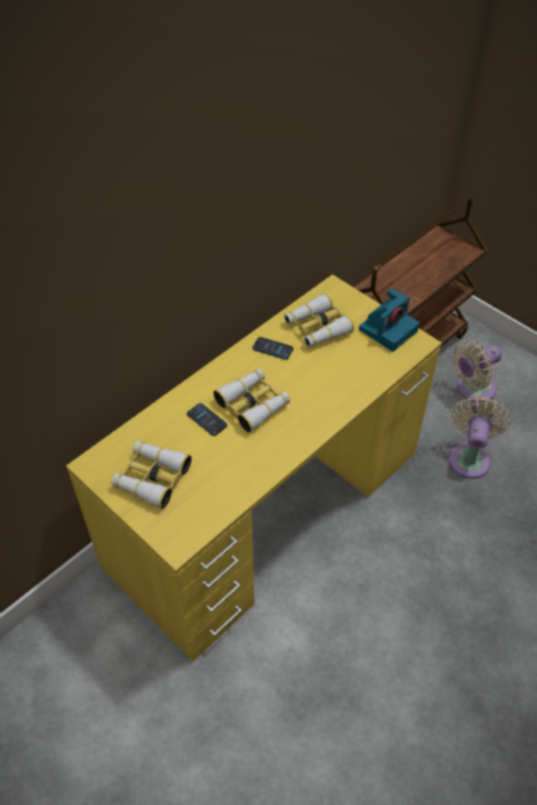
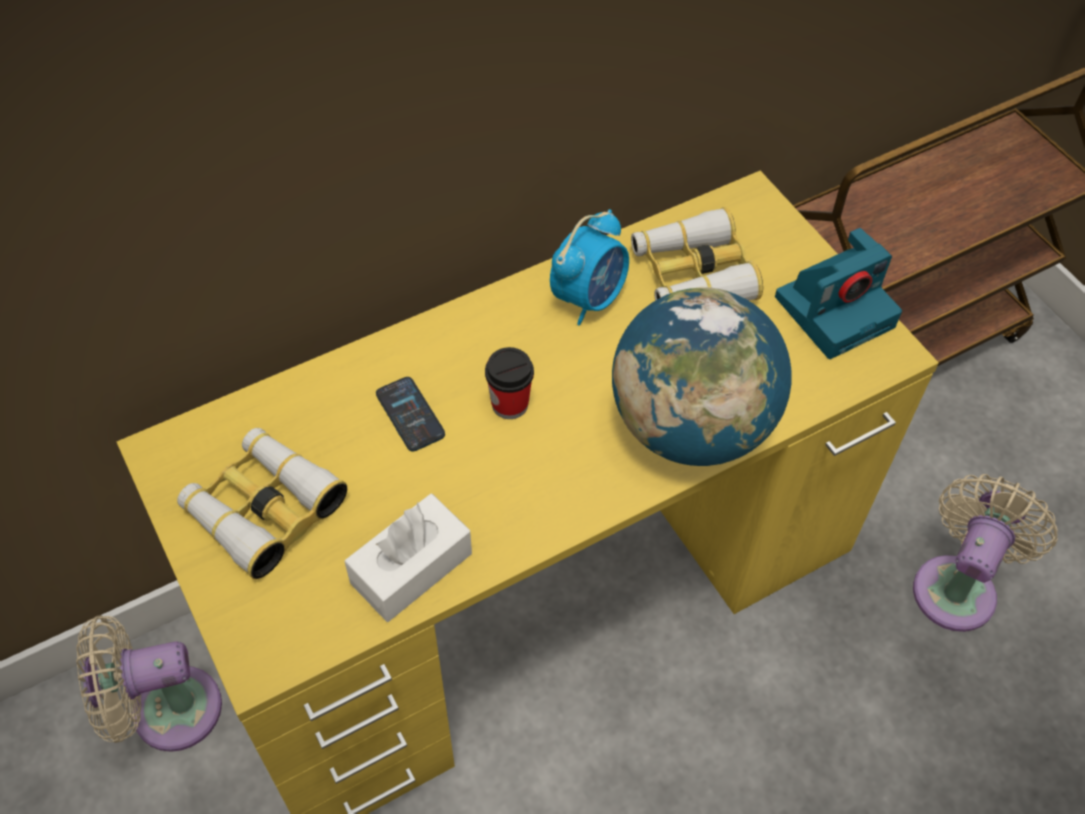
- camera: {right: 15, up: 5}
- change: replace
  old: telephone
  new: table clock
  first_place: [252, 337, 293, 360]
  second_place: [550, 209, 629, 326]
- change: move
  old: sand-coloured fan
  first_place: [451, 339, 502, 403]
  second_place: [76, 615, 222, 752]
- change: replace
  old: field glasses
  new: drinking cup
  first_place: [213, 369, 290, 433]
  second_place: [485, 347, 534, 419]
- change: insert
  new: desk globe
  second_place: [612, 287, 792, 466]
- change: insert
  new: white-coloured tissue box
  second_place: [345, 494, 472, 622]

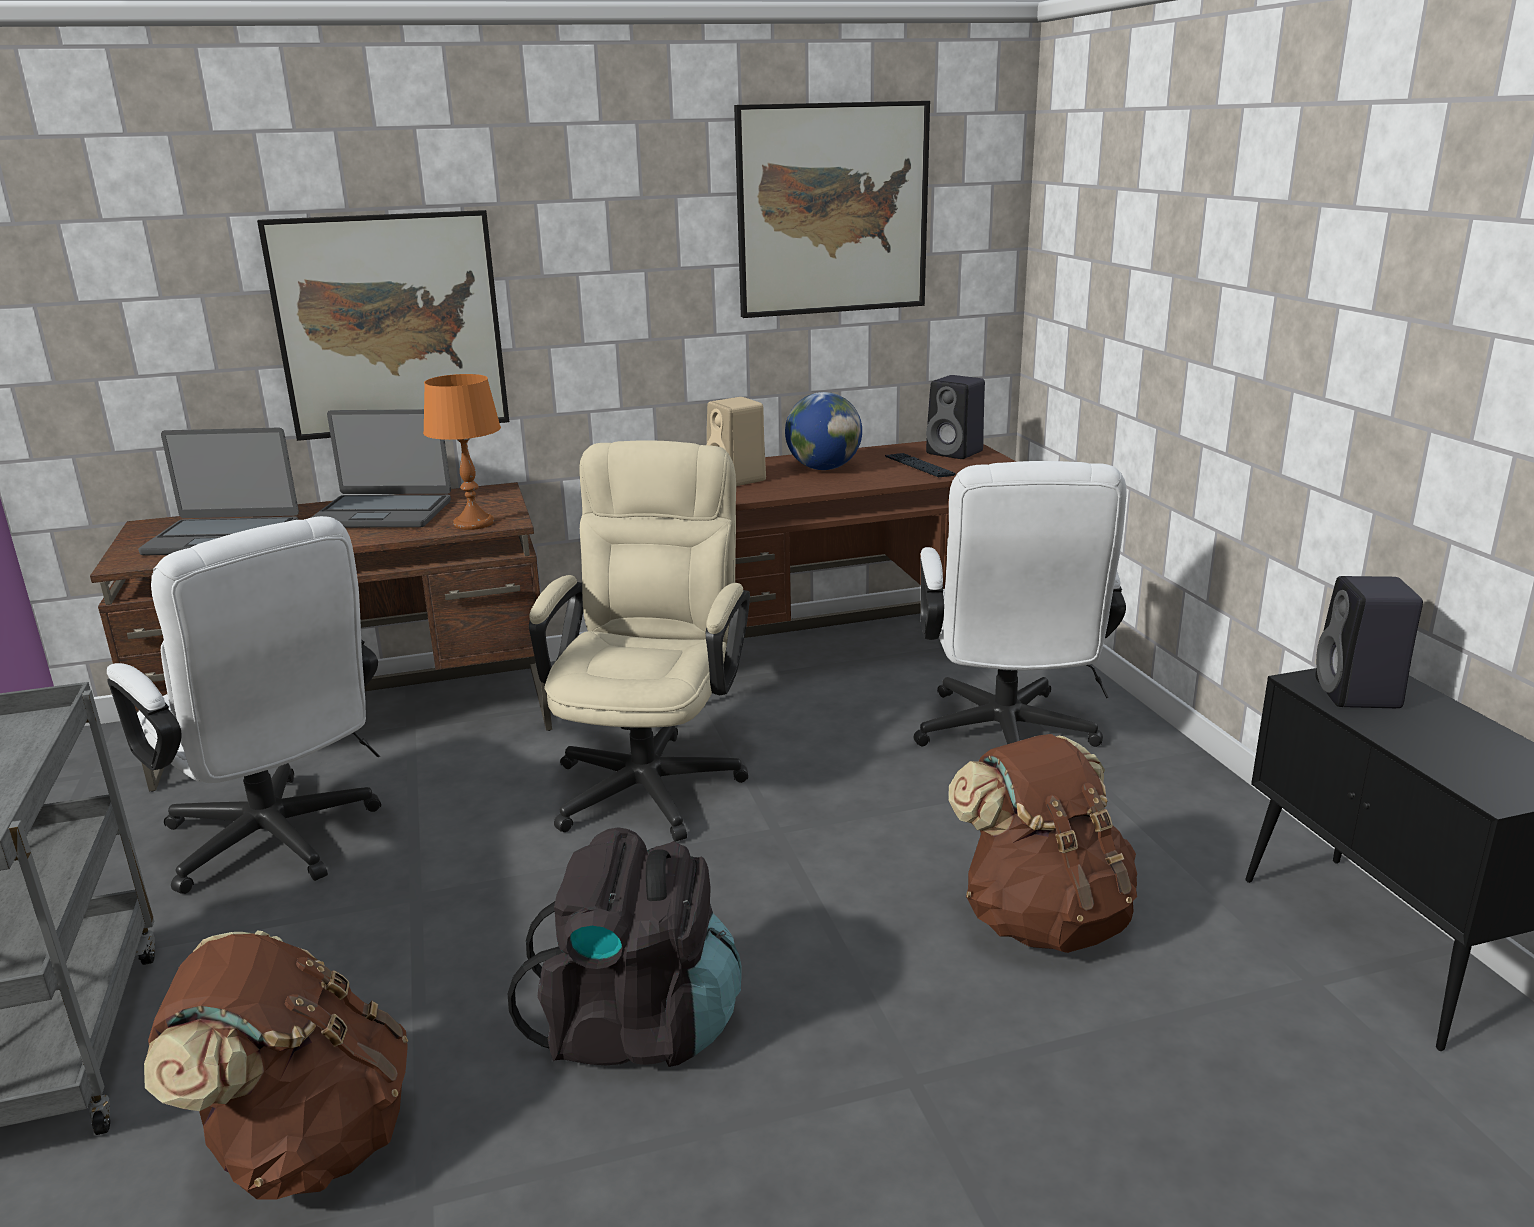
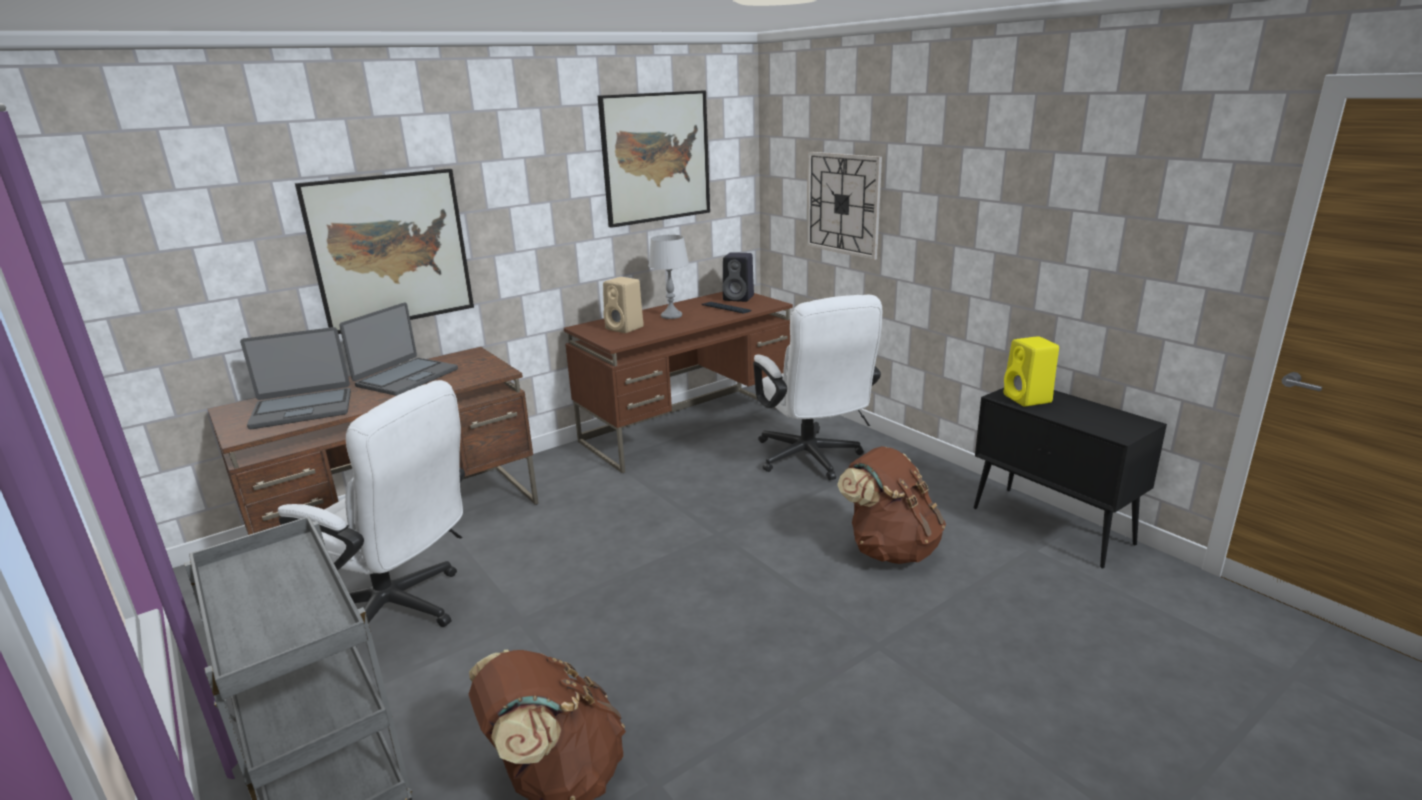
- camera: {right: -20, up: 0}
- change: delete
  old: orangey lamp for a table
  first_place: [423, 374, 501, 530]
- change: replace
  old: desk globe
  new: gray lamp for a table
  first_place: [785, 392, 862, 470]
  second_place: [648, 235, 689, 319]
- change: rotate
  old: laptop
  first_place: [311, 409, 451, 528]
  second_place: [339, 302, 458, 396]
  degrees: -45
- change: delete
  old: sand-coloured office chair
  first_place: [529, 440, 750, 842]
- change: recolor
  old: black-coloured audio speaker
  new: yellowish audio speaker
  first_place: [1315, 576, 1423, 708]
  second_place: [1004, 336, 1059, 407]
- change: delete
  old: black-coloured rucksack
  first_place: [508, 827, 742, 1067]
- change: insert
  new: clock on the wall
  second_place: [806, 152, 882, 260]

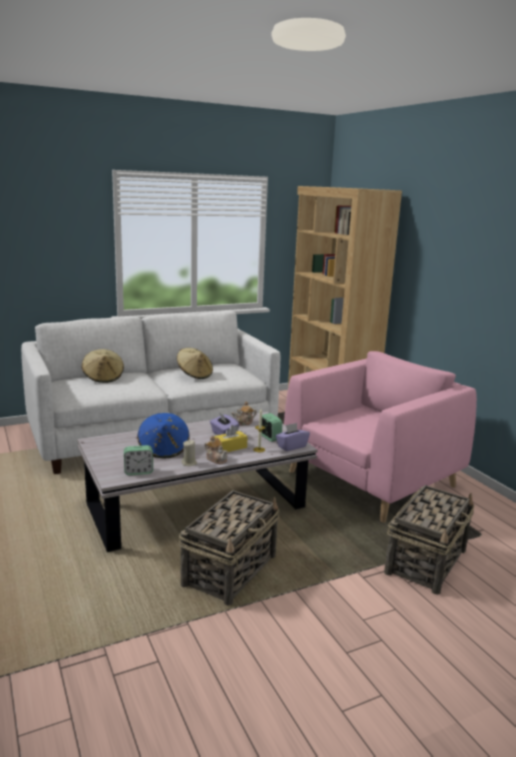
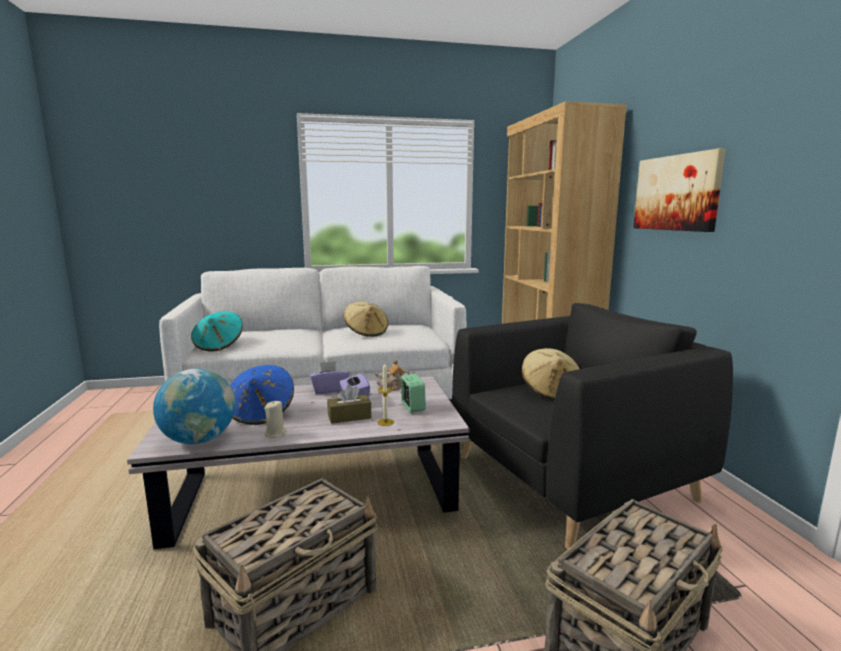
- camera: {right: 15, up: -5}
- change: move
  old: sand-coloured wearable hat
  first_place: [81, 349, 124, 383]
  second_place: [522, 348, 580, 400]
- change: recolor
  old: pinkish lounge chair
  new: black-coloured lounge chair
  first_place: [284, 351, 477, 523]
  second_place: [452, 303, 733, 549]
- change: move
  old: purple tissue box
  first_place: [275, 423, 310, 451]
  second_place: [309, 361, 349, 394]
- change: recolor
  old: yellowish tissue box
  new: brown tissue box
  first_place: [215, 425, 248, 452]
  second_place: [327, 385, 371, 424]
- change: delete
  old: pot for tea
  first_place: [204, 436, 228, 464]
- change: replace
  old: table clock
  new: desk globe
  first_place: [124, 445, 153, 475]
  second_place: [153, 369, 235, 444]
- change: insert
  new: wall art
  second_place: [633, 148, 726, 232]
- change: insert
  new: turquoise wearable hat
  second_place: [191, 311, 243, 351]

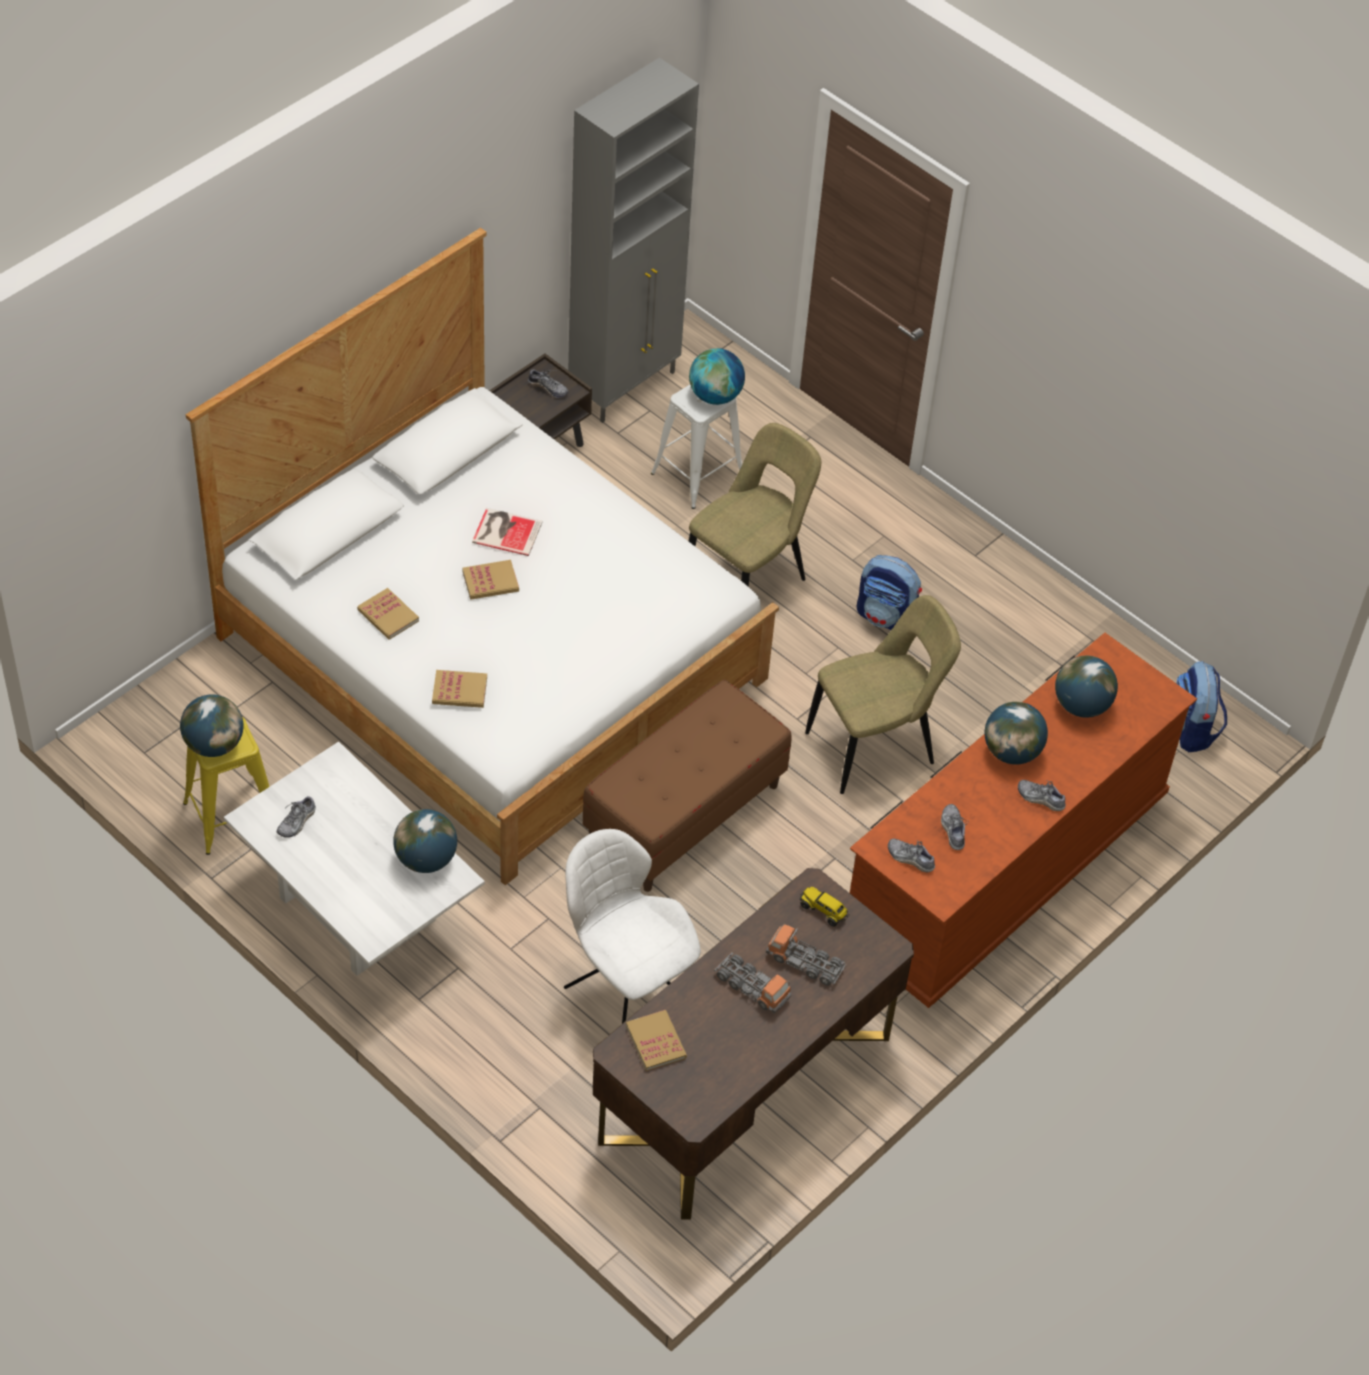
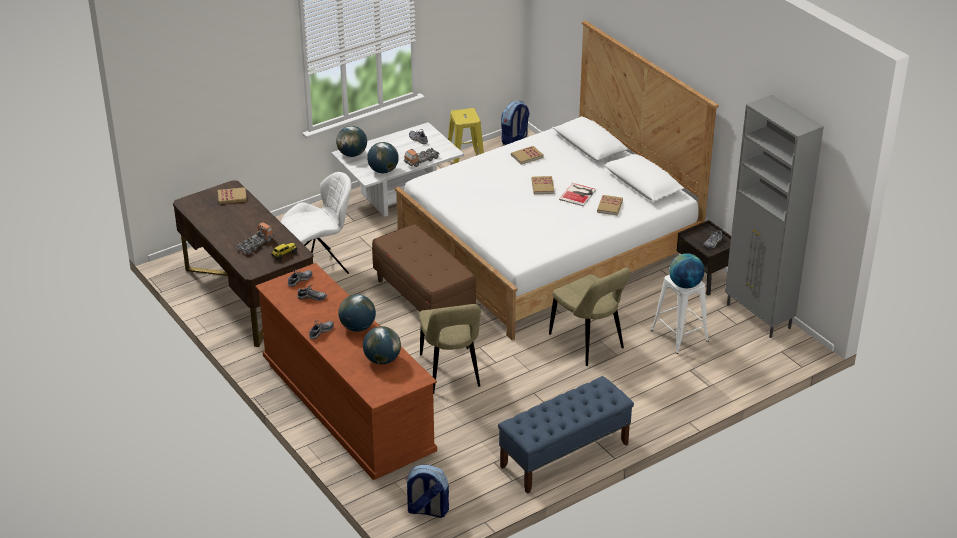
- camera: {right: 105, up: -15}
- change: move
  old: rucksack
  first_place: [856, 555, 922, 630]
  second_place: [501, 100, 529, 145]
- change: move
  old: volume
  first_place: [432, 670, 487, 708]
  second_place: [597, 195, 623, 215]
- change: move
  old: desk globe
  first_place: [180, 694, 243, 757]
  second_place: [336, 126, 367, 157]
- change: move
  old: toy lorry
  first_place: [714, 952, 791, 1014]
  second_place: [404, 148, 440, 167]
- change: insert
  new: bluish indoor bench
  second_place: [498, 376, 634, 494]

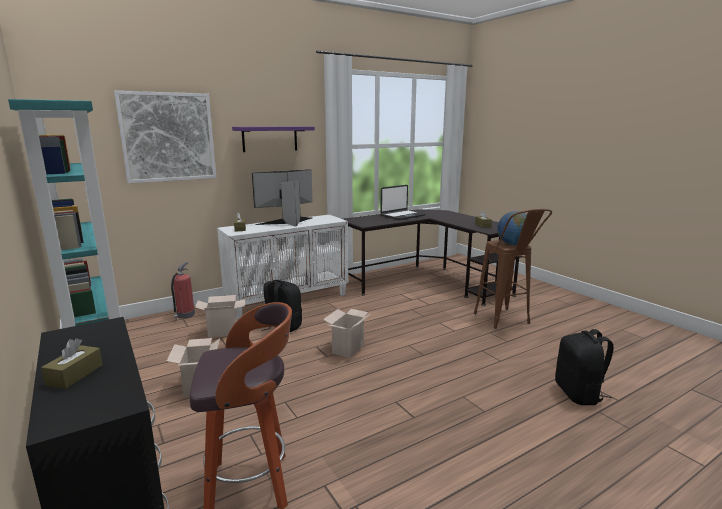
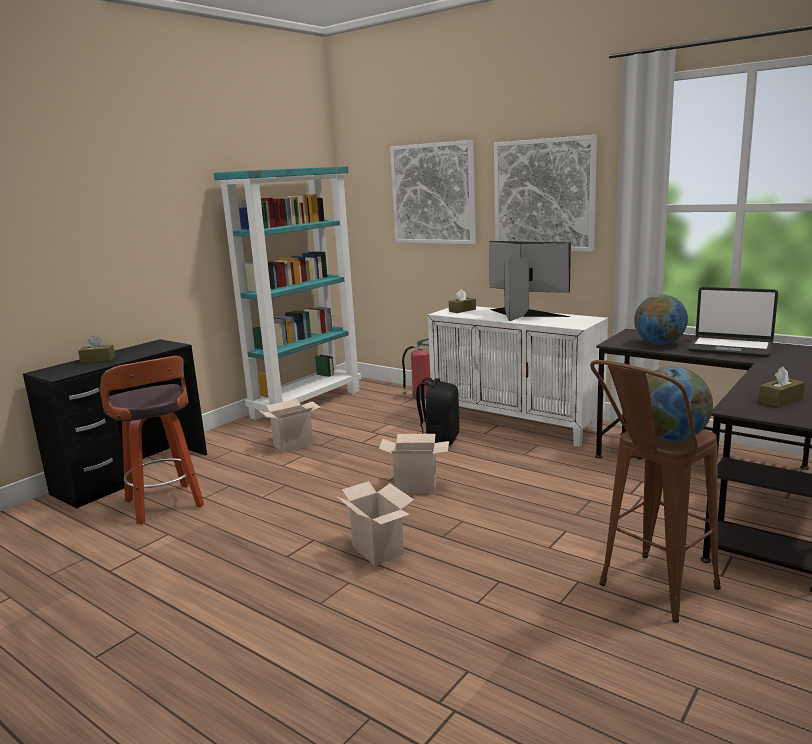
- camera: {right: 70, up: 0}
- change: replace
  old: purple bracket shelf
  new: wall art
  first_place: [232, 127, 315, 152]
  second_place: [494, 135, 597, 252]
- change: move
  old: packing box
  first_place: [195, 295, 246, 338]
  second_place: [336, 481, 414, 566]
- change: delete
  old: black-coloured rucksack
  first_place: [555, 329, 613, 405]
- change: insert
  new: desk globe
  second_place: [634, 294, 688, 345]

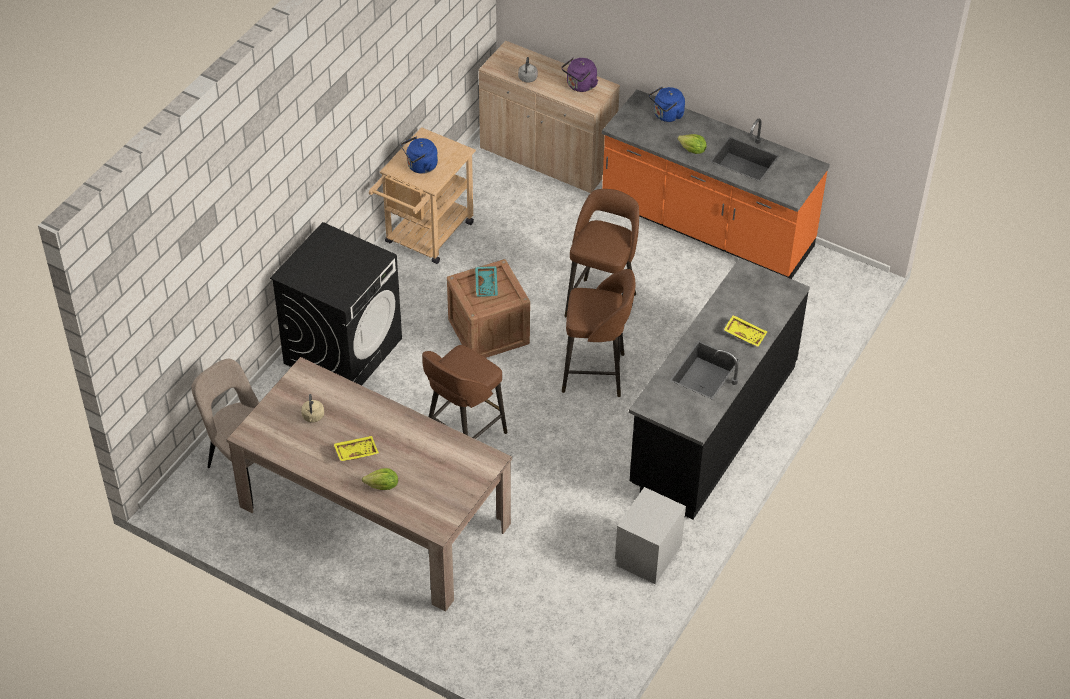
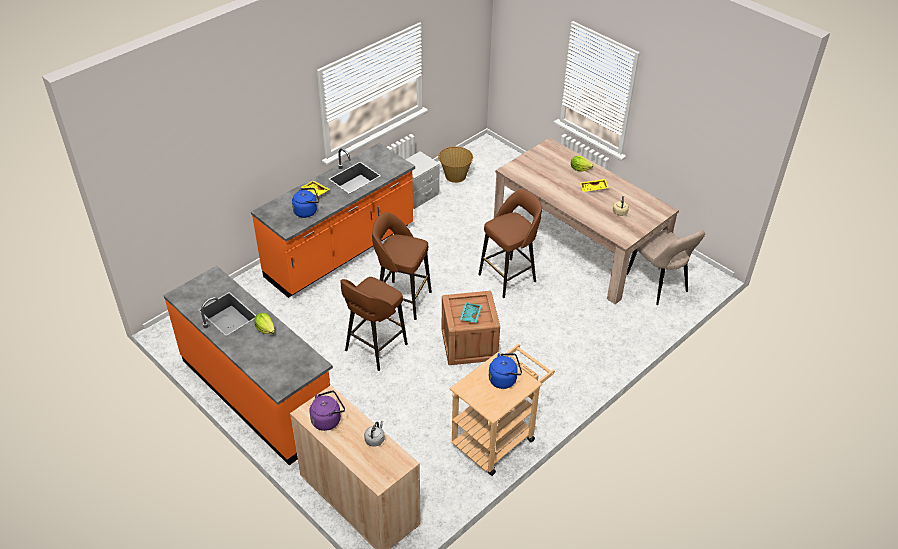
- camera: {right: -165, up: -5}
- change: move
  old: bluish water kettle
  first_place: [649, 86, 685, 122]
  second_place: [292, 188, 319, 218]
- change: delete
  old: black-coloured laundry machine
  first_place: [270, 222, 402, 386]
- change: recolor
  old: black-coloured kitchen base unit
  new: orangey kitchen base unit
  first_place: [629, 258, 810, 520]
  second_place: [251, 143, 415, 298]
- change: insert
  new: basket
  second_place: [438, 146, 473, 183]

